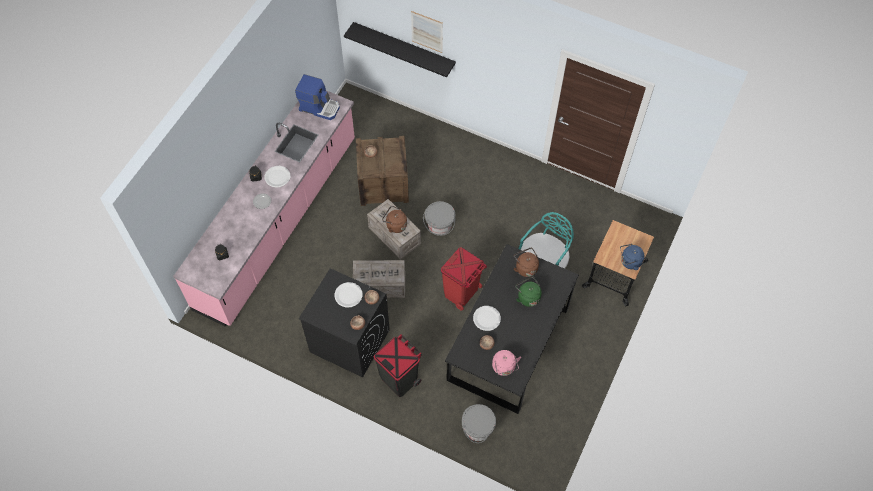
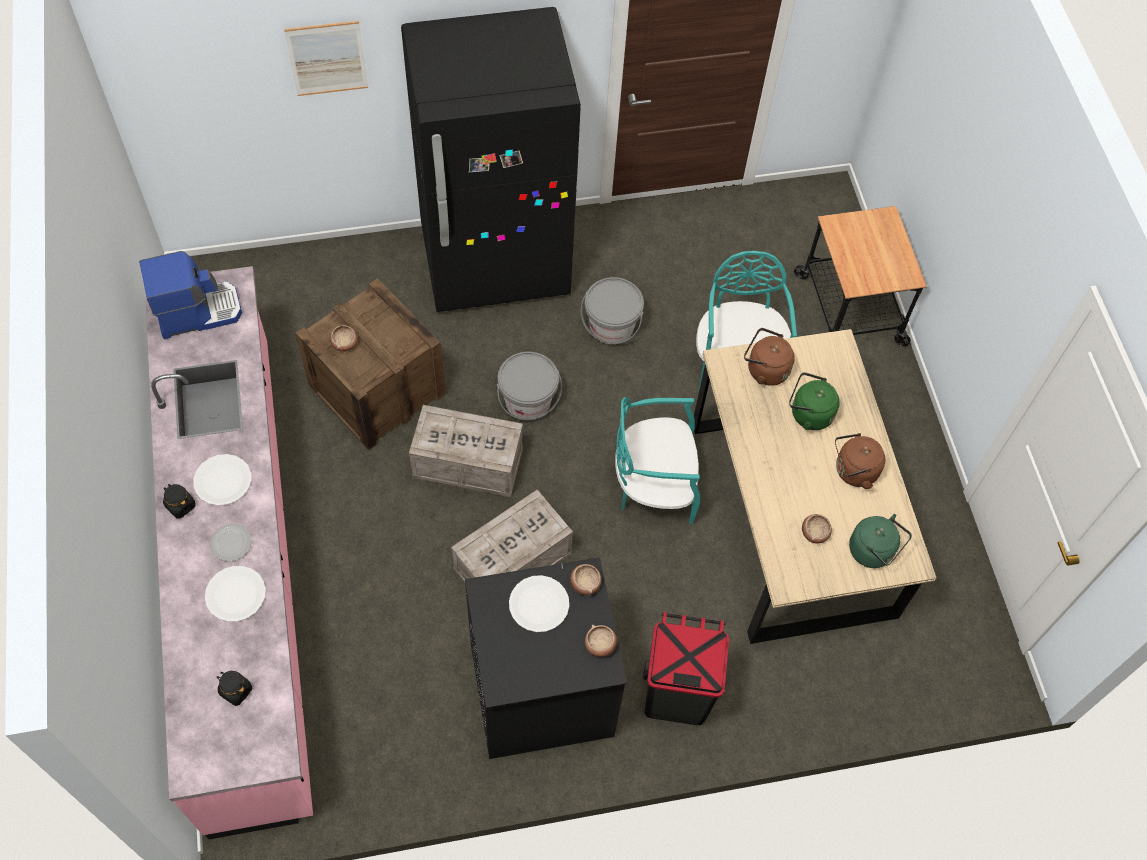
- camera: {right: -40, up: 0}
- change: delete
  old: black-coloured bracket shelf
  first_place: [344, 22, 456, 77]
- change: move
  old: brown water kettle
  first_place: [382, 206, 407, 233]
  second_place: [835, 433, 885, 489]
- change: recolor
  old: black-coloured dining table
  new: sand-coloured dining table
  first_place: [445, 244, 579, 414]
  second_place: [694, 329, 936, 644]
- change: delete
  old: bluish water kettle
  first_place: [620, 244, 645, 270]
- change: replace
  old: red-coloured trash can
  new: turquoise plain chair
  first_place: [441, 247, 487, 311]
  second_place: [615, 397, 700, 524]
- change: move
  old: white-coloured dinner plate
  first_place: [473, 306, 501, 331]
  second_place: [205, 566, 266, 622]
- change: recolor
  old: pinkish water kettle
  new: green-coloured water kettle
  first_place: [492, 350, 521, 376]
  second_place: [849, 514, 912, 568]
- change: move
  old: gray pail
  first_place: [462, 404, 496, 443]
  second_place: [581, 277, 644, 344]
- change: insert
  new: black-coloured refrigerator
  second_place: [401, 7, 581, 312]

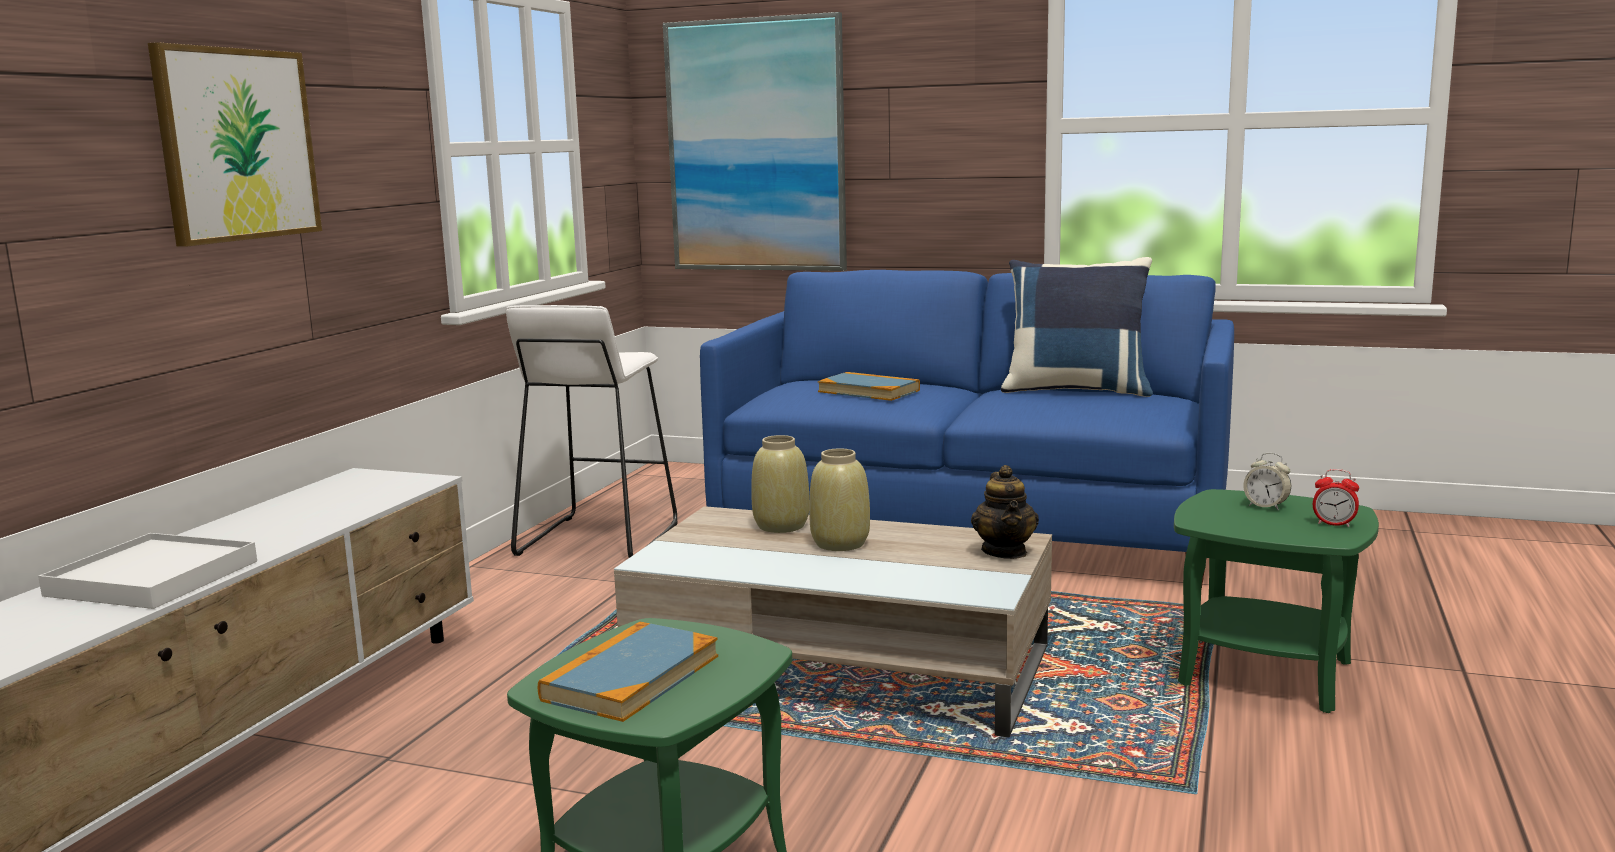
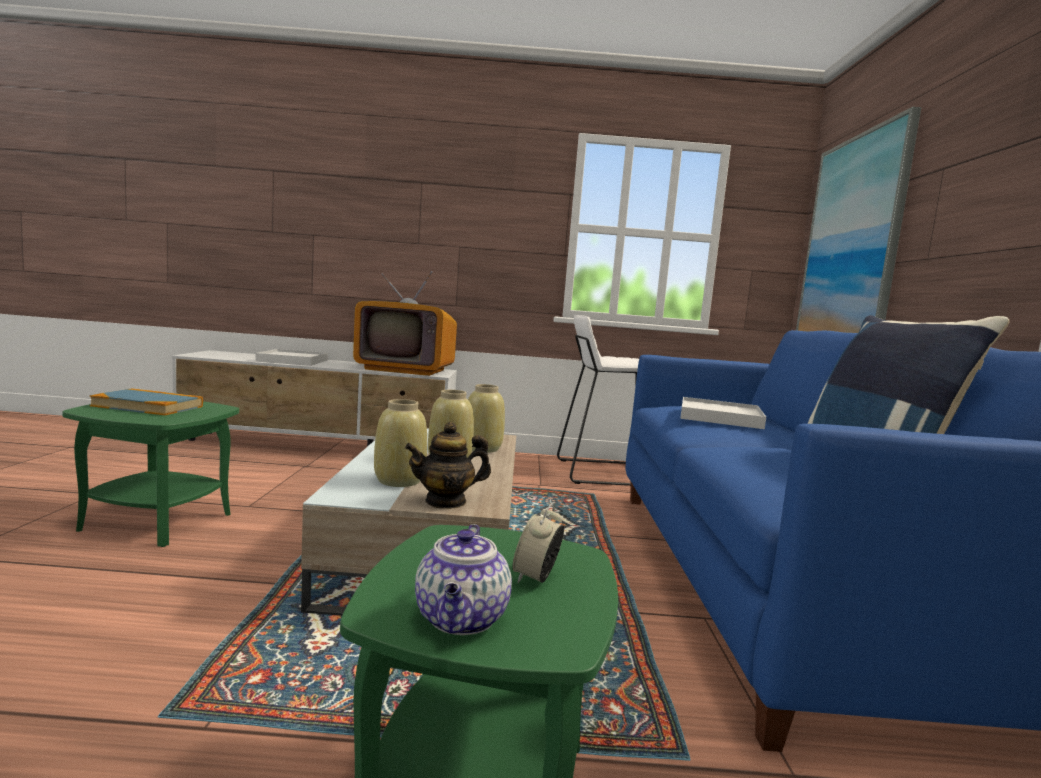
- camera: {right: 70, up: -5}
- change: delete
  old: wall art
  first_place: [148, 42, 322, 247]
- change: replace
  old: volume
  new: white-coloured tray
  first_place: [818, 372, 920, 401]
  second_place: [680, 397, 766, 429]
- change: replace
  old: table clock
  new: pot for tea
  first_place: [1313, 469, 1359, 527]
  second_place: [415, 524, 512, 635]
- change: insert
  new: television
  second_place: [353, 271, 457, 376]
- change: insert
  new: sand-coloured vase
  second_place: [374, 399, 427, 487]

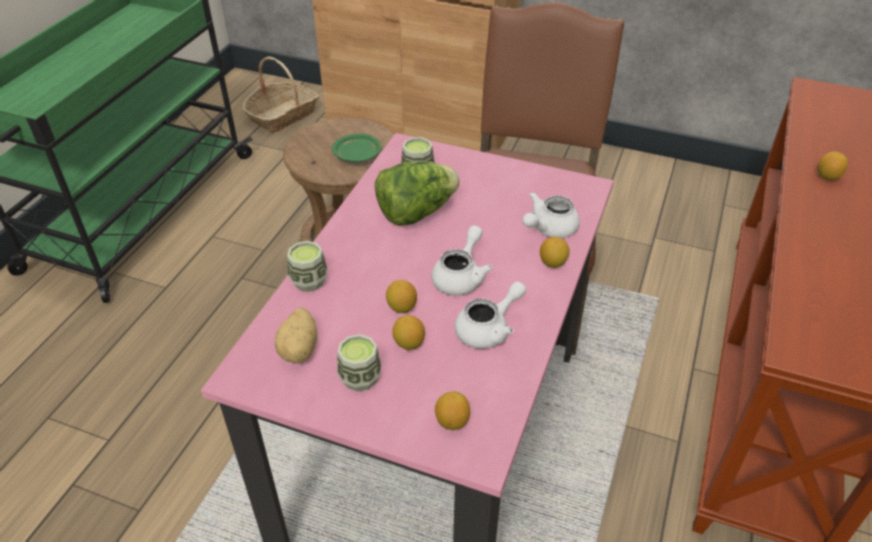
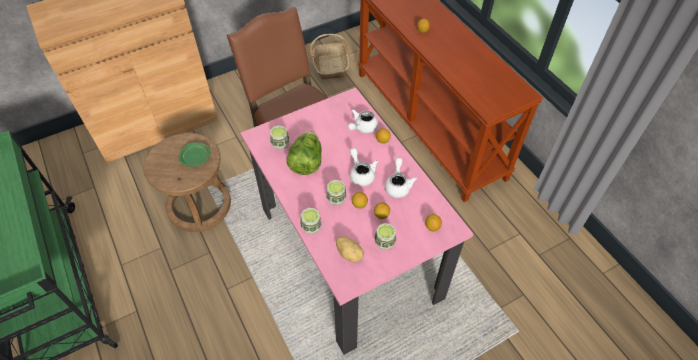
- camera: {right: -50, up: 10}
- change: move
  old: basket
  first_place: [242, 57, 319, 133]
  second_place: [310, 34, 350, 79]
- change: rotate
  old: white-coloured pot for tea
  first_place: [522, 192, 580, 238]
  second_place: [348, 109, 378, 133]
  degrees: 45
- change: insert
  new: drinking cup
  second_place: [326, 180, 346, 206]

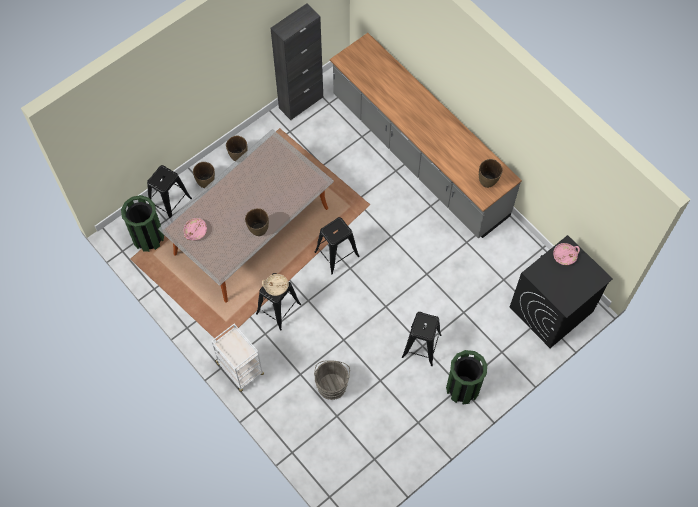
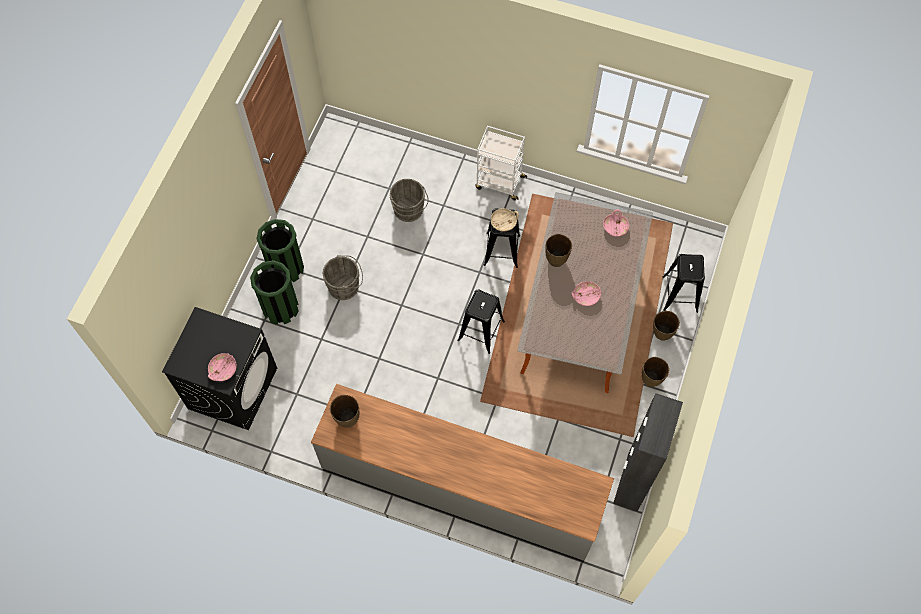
- camera: {right: 150, up: 0}
- change: move
  old: green-coloured trash can
  first_place: [121, 195, 164, 252]
  second_place: [250, 260, 299, 325]
- change: replace
  old: black-coloured stool seat
  new: gray pail
  first_place: [402, 312, 442, 366]
  second_place: [323, 255, 363, 300]
- change: insert
  new: pinkish deep dish
  second_place: [571, 281, 601, 306]

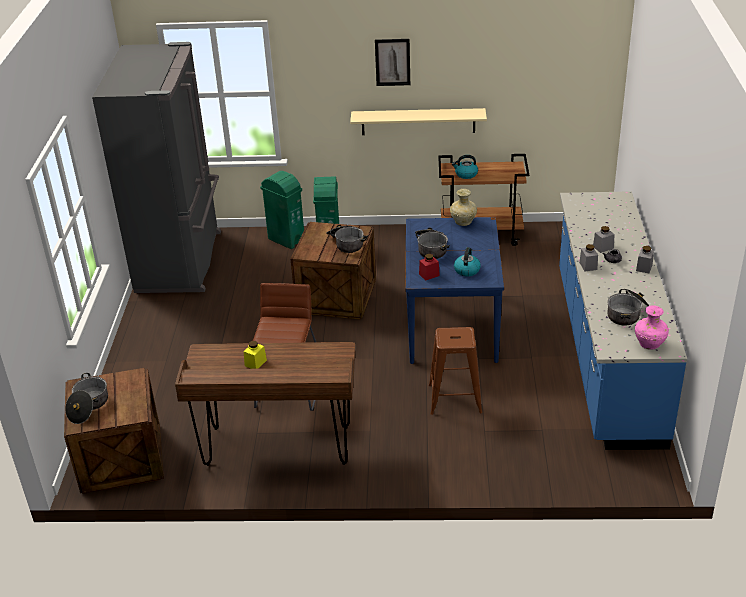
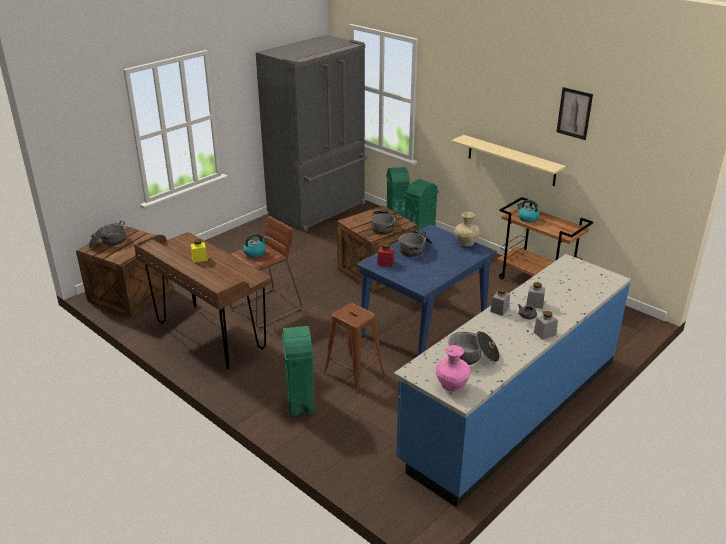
- camera: {right: 40, up: -5}
- change: move
  old: wall art
  first_place: [375, 39, 410, 86]
  second_place: [557, 87, 593, 140]
- change: move
  old: water kettle
  first_place: [454, 247, 481, 276]
  second_place: [243, 233, 267, 258]
- change: insert
  new: green-coloured trash can
  second_place: [282, 326, 315, 416]

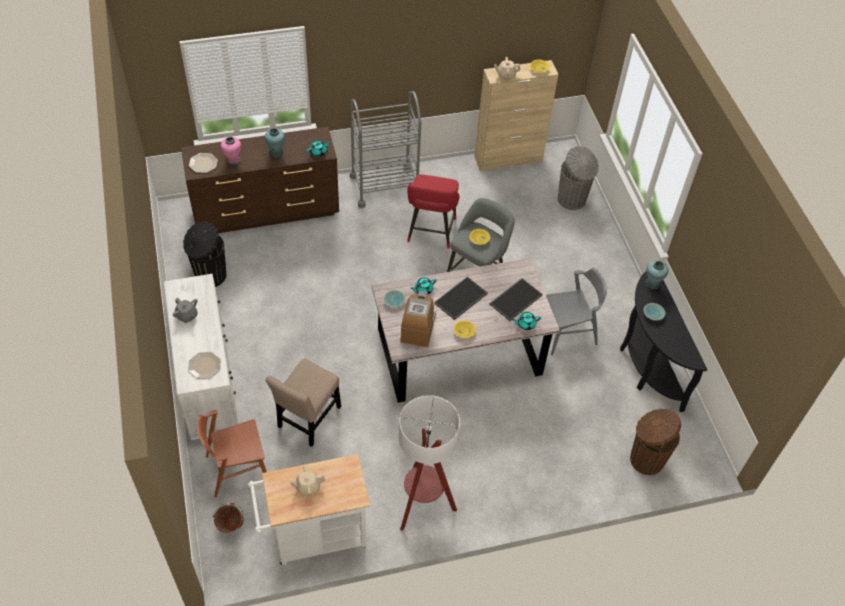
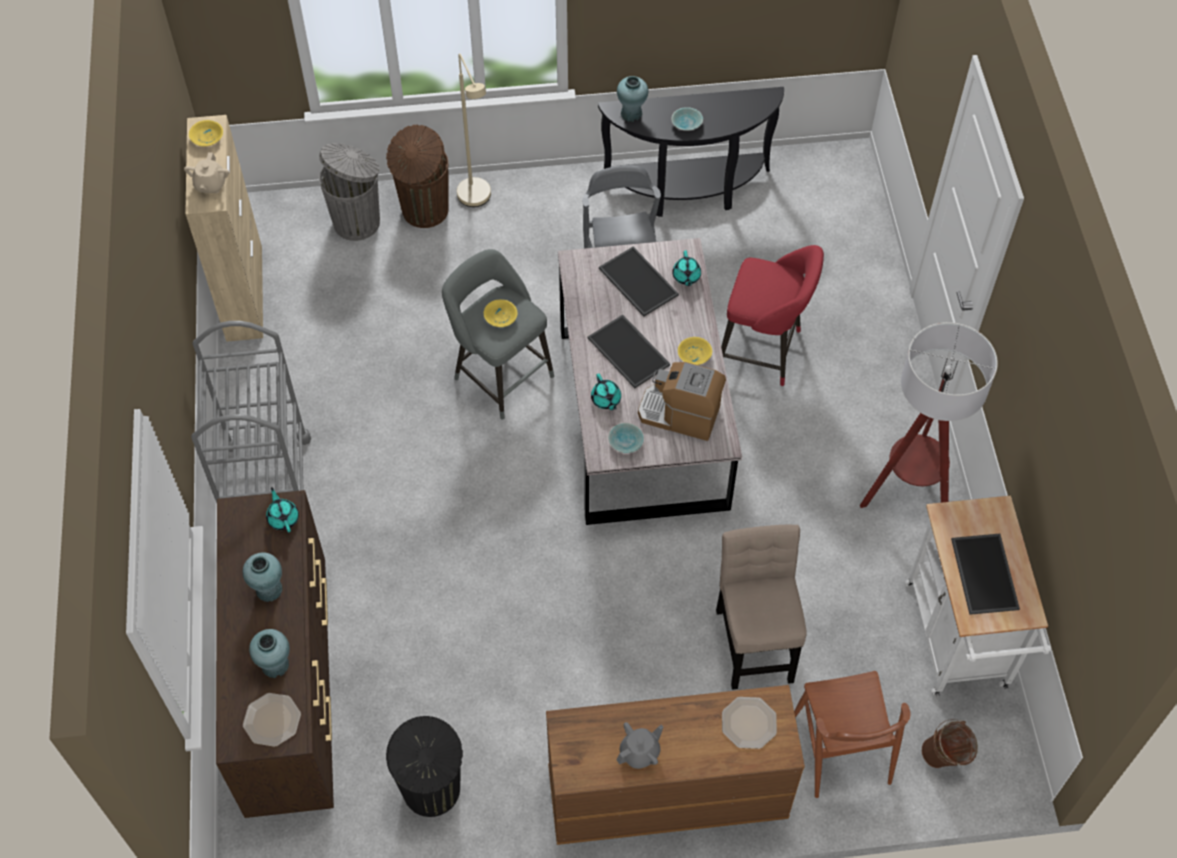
- camera: {right: -80, up: 5}
- change: recolor
  old: pinkish vase
  new: turquoise vase
  first_place: [221, 137, 241, 166]
  second_place: [249, 629, 290, 678]
- change: move
  old: red-coloured stool seat
  first_place: [407, 175, 459, 249]
  second_place: [721, 245, 824, 386]
- change: recolor
  old: white-coloured dresser
  new: brown dresser
  first_place: [164, 274, 239, 440]
  second_place: [546, 685, 805, 845]
- change: rotate
  old: sand-coloured plain chair
  first_place: [265, 358, 341, 447]
  second_place: [716, 524, 807, 690]
  degrees: -135
- change: move
  old: brown trash can
  first_place: [630, 409, 681, 475]
  second_place: [386, 125, 449, 228]
- change: replace
  old: sand-coloured pot for tea
  new: tray
  first_place: [289, 464, 325, 495]
  second_place: [951, 534, 1020, 615]
- change: insert
  new: sand-coloured floor lamp
  second_place: [457, 53, 491, 207]

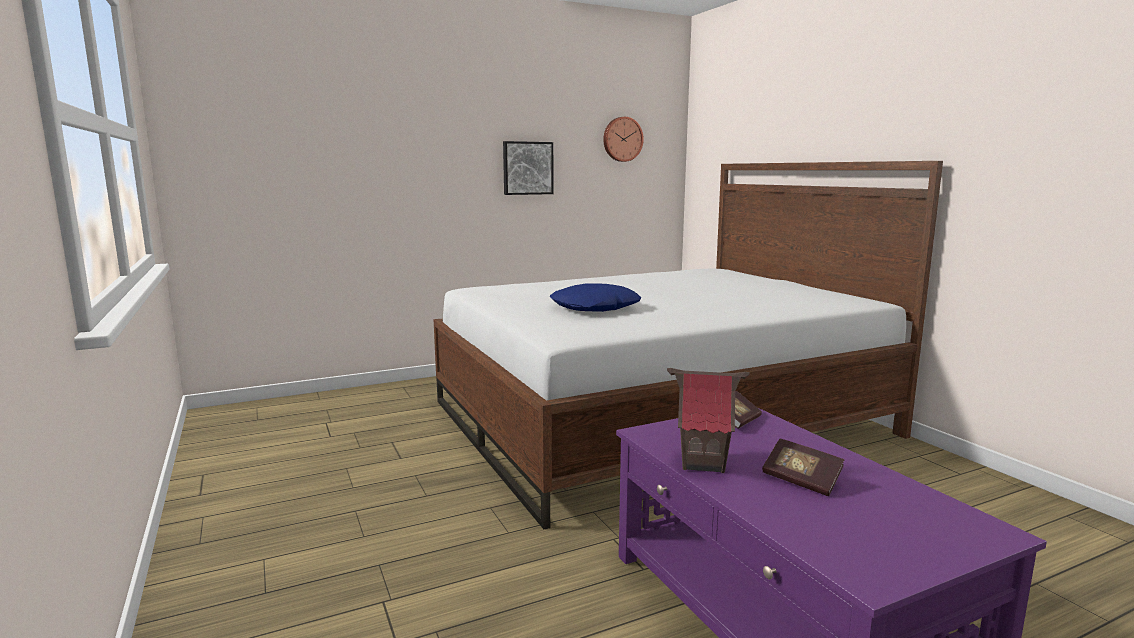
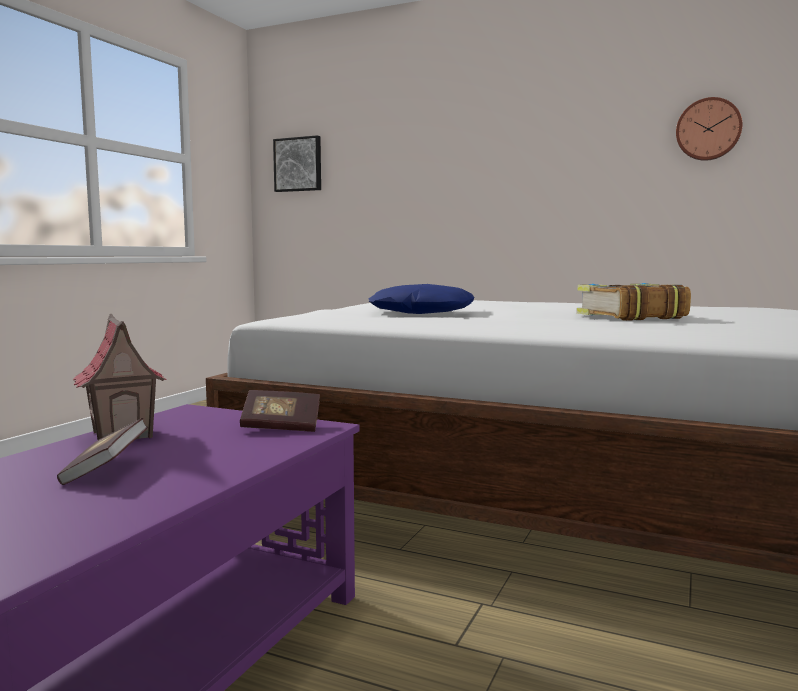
- camera: {right: 50, up: -5}
- change: move
  old: wall art
  first_place: [503, 141, 554, 195]
  second_place: [273, 135, 321, 192]
- change: insert
  new: volume
  second_place: [577, 283, 691, 321]

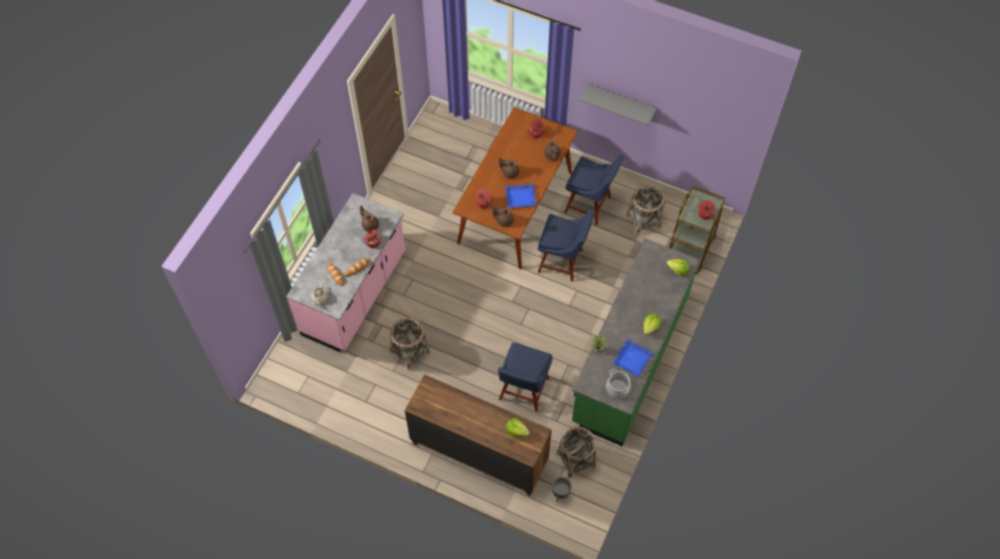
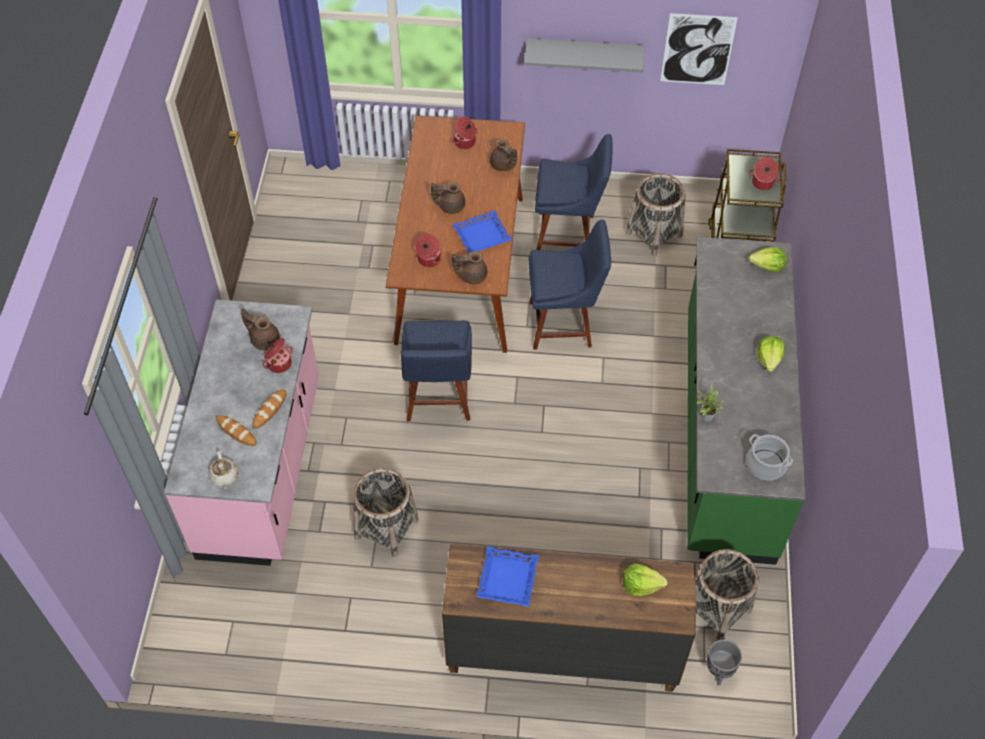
- camera: {right: -20, up: -5}
- change: move
  old: bluish tray
  first_place: [613, 339, 653, 377]
  second_place: [477, 546, 539, 607]
- change: move
  old: bluish plain chair
  first_place: [498, 343, 553, 412]
  second_place: [401, 321, 472, 421]
- change: insert
  new: wall art
  second_place: [660, 13, 738, 85]

